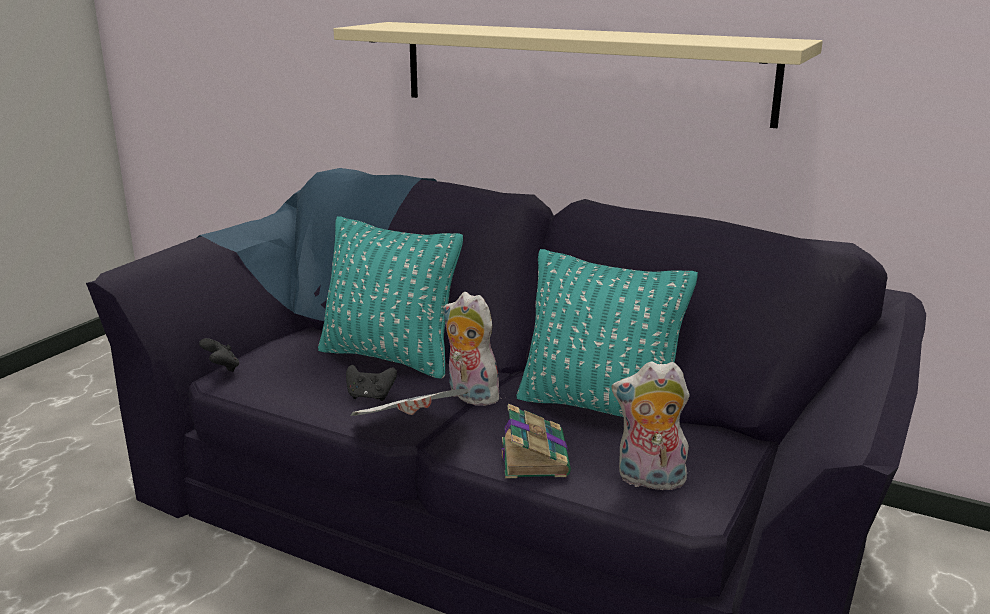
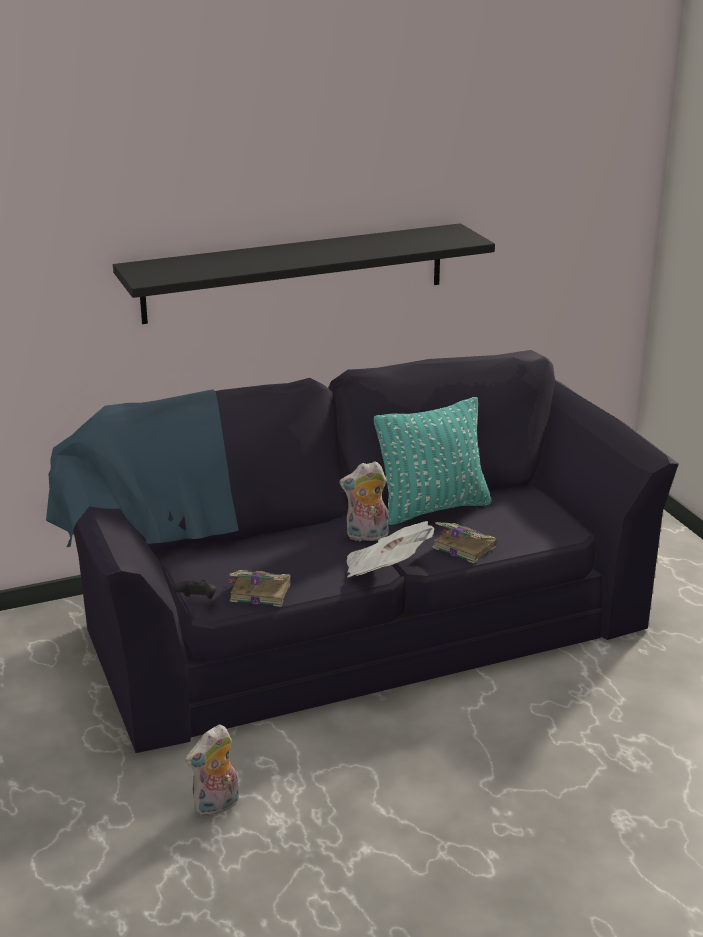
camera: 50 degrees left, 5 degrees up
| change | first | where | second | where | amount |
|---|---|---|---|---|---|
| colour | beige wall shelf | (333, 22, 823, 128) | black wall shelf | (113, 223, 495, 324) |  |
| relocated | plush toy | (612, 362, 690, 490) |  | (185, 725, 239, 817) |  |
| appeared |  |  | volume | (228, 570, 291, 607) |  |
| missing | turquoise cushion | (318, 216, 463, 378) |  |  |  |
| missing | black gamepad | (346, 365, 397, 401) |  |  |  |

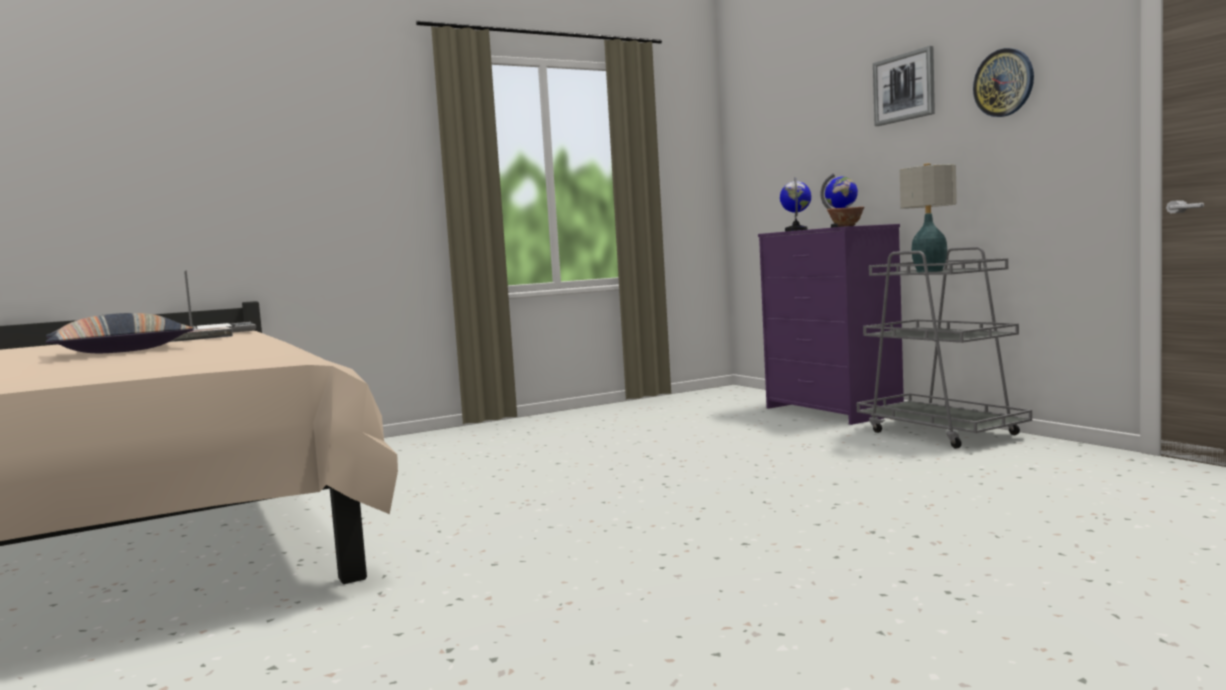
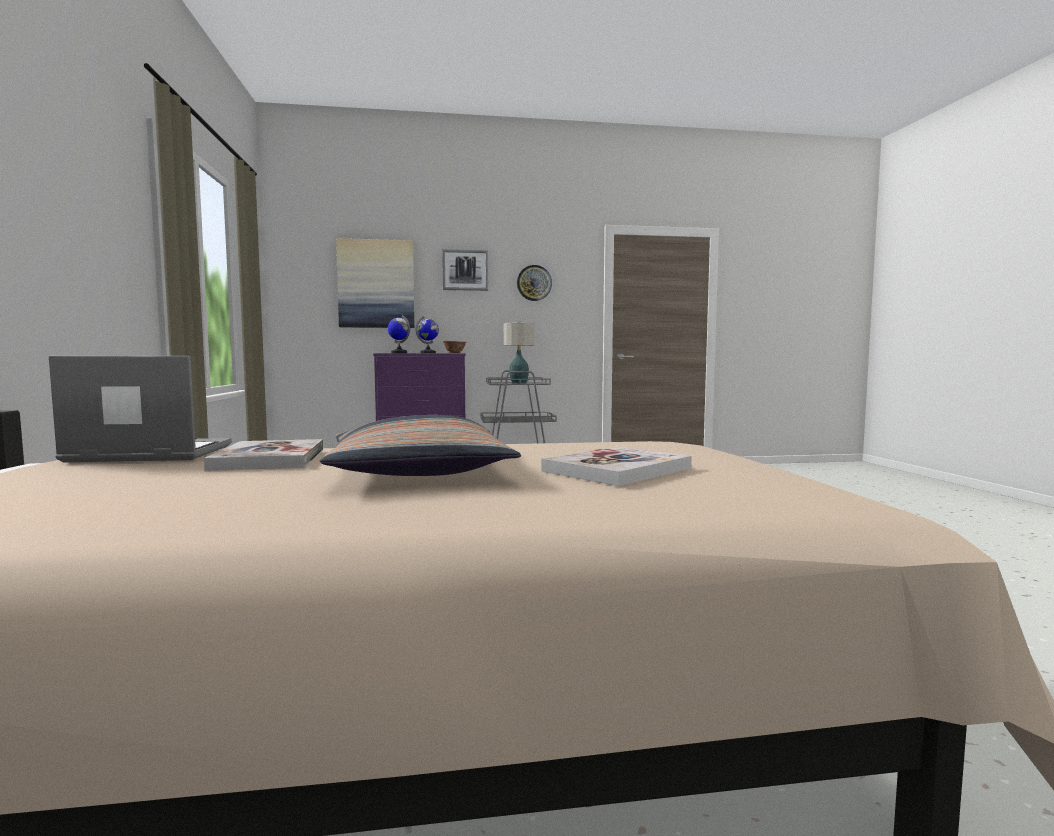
camera: 70 degrees left, 0 degrees up
| change | first | where | second | where | amount |
|---|---|---|---|---|---|
| appeared |  |  | wall art | (336, 238, 415, 328) |  |
| appeared |  |  | volume | (542, 446, 692, 486) |  |

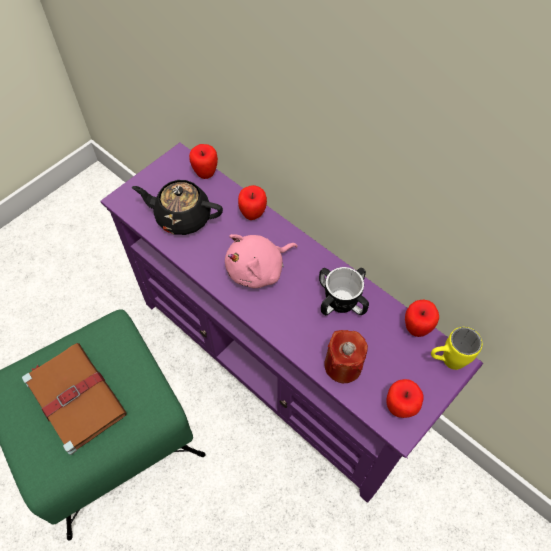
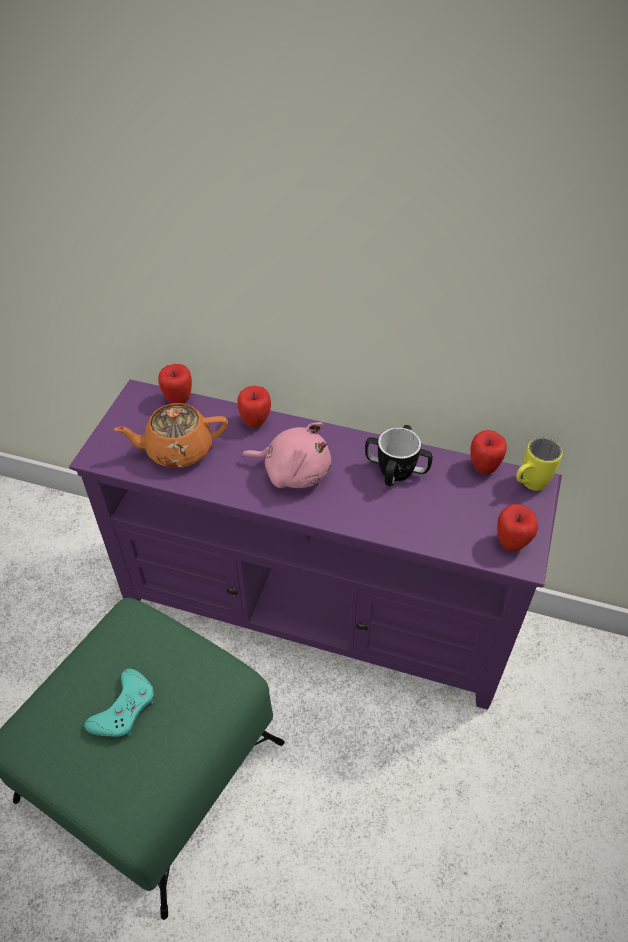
camera: 25 degrees left, 10 degrees down
| change | first | where | second | where | amount |
|---|---|---|---|---|---|
| exchanged | brown volume | (22, 343, 127, 455) | turquoise gamepad | (84, 669, 154, 737) |  |
| colour | black pot for tea | (132, 180, 223, 235) | orange pot for tea | (114, 403, 228, 468) |  |
| spun | pink plush toy | (225, 234, 298, 288) |  | (242, 422, 331, 488) | 105 degrees counterclockwise |
| missing | red-coloured candle | (324, 330, 368, 383) |  |  |  |

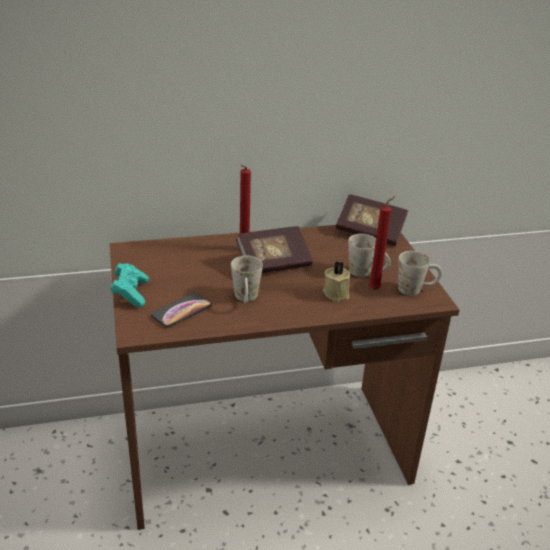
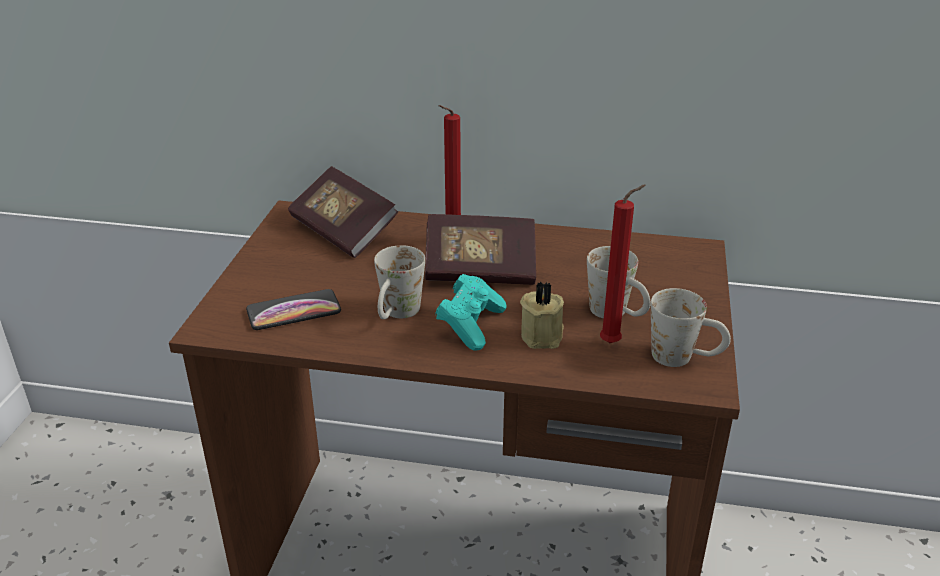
camera: 25 degrees right, 0 degrees up
| change | first | where | second | where | amount |
|---|---|---|---|---|---|
| relocated | volume | (336, 194, 408, 246) |  | (288, 166, 398, 258) |  |
| relocated | turquoise gamepad | (111, 263, 149, 307) |  | (435, 274, 507, 351) |  |

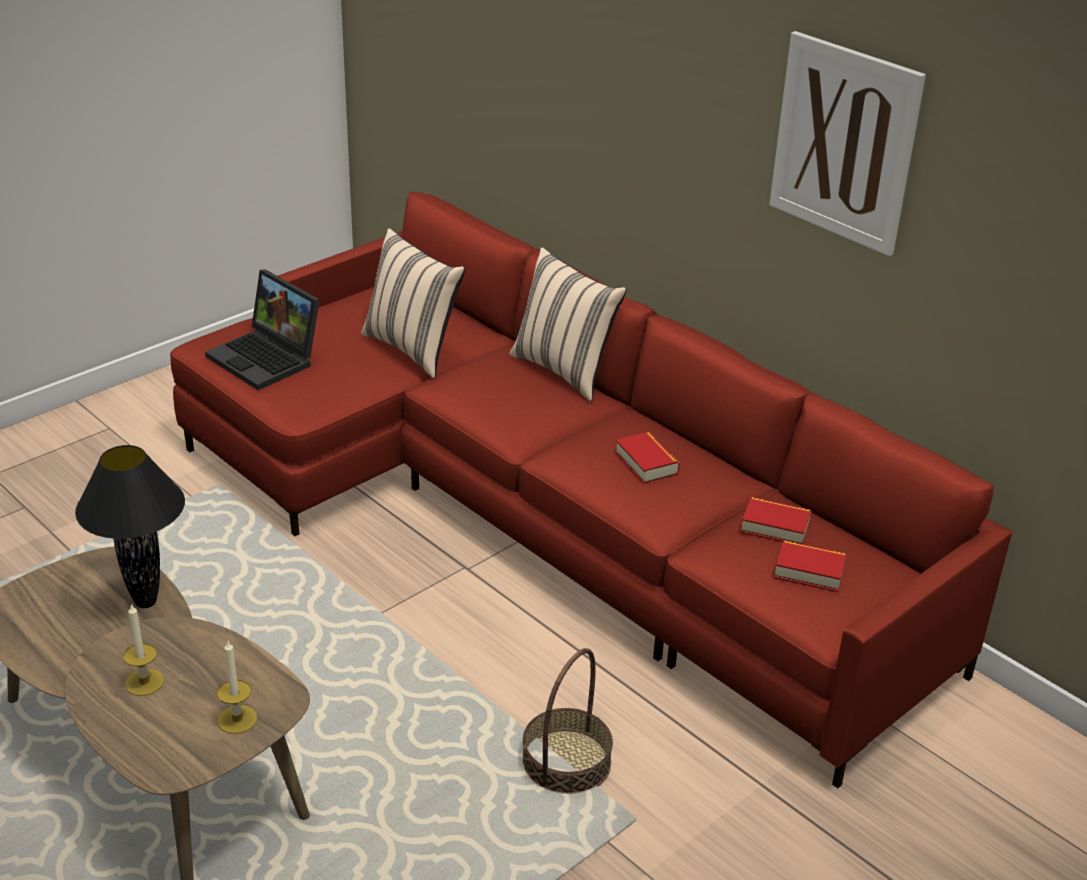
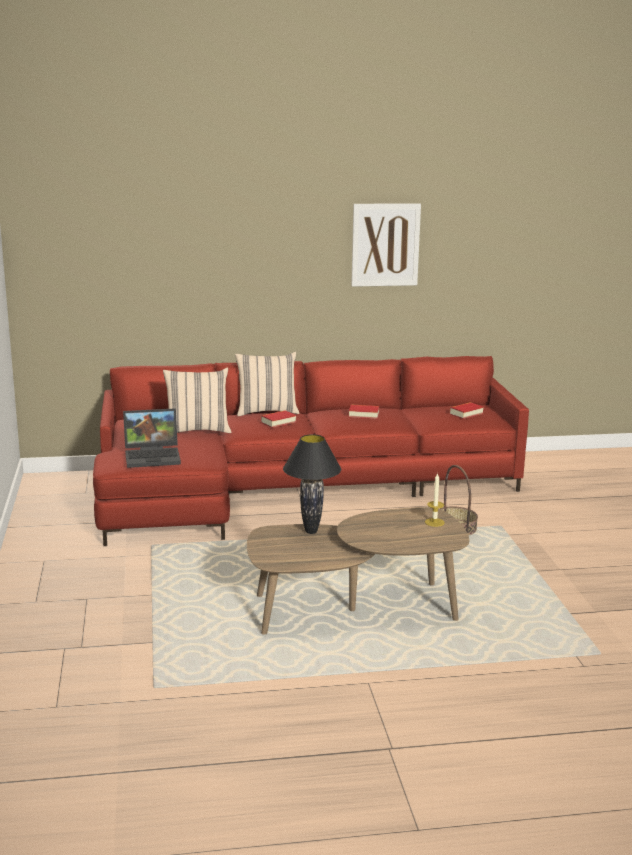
camera: 55 degrees left, 15 degrees down
| change | first | where | second | where | amount |
|---|---|---|---|---|---|
| relocated | volume | (741, 497, 811, 544) |  | (261, 410, 296, 428) |  |
| missing | candle | (123, 603, 164, 696) |  |  |  |

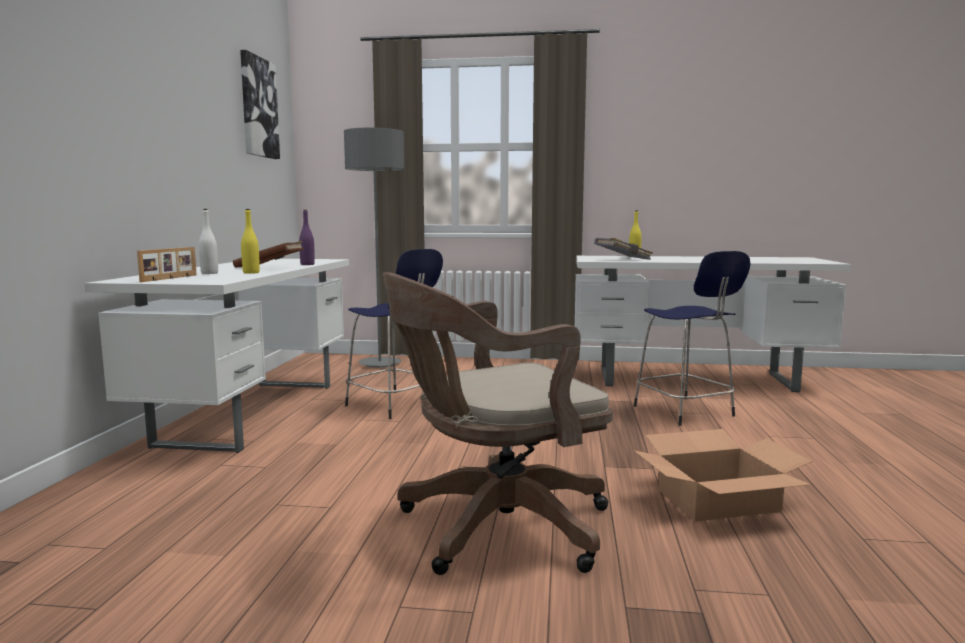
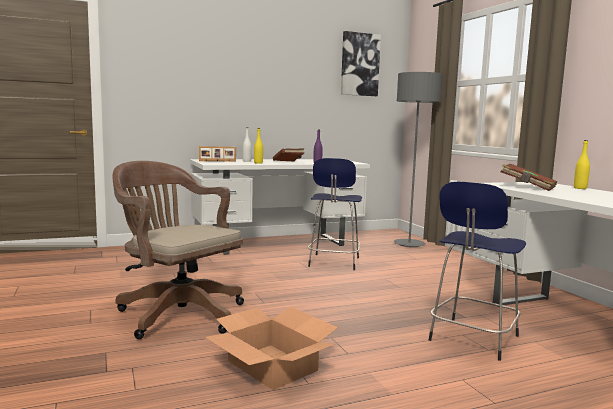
camera: 60 degrees right, 0 degrees up
| change | first | where | second | where | amount |
|---|---|---|---|---|---|
| colour | grey volume | (594, 238, 653, 260) | brown volume | (501, 164, 558, 191) |  |

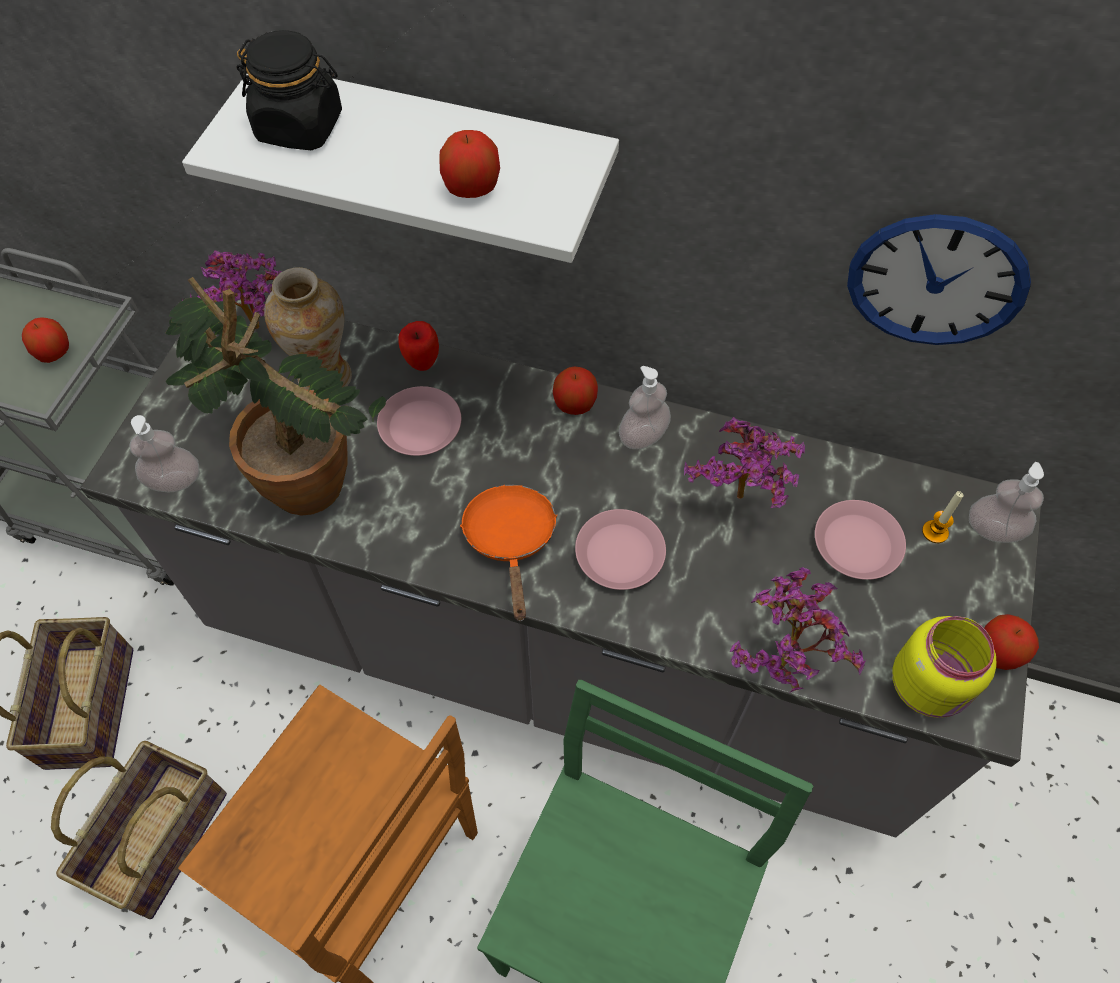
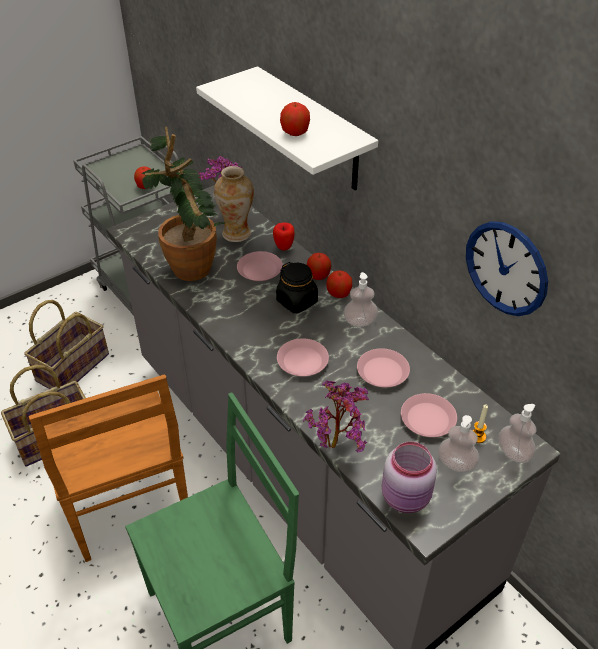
camera: 35 degrees right, 15 degrees down
| change | first | where | second | where | amount |
|---|---|---|---|---|---|
| relocated | black preserve jar | (236, 30, 342, 150) |  | (276, 262, 318, 313) |  |
| relocated | apple fruit | (984, 614, 1039, 670) |  | (307, 253, 331, 280) |  |
| exchanged | potted plant | (684, 417, 805, 508) | pink dinner plate | (357, 348, 410, 387) |  |
| colour | yellow-coloured preserve jar | (892, 616, 997, 718) | pink preserve jar | (382, 442, 437, 513) |  |
| relocated | liquid soap bottle | (130, 415, 200, 492) |  | (438, 415, 479, 472) |  |
| missing | orange frying pan | (460, 485, 558, 621) |  |  |  |

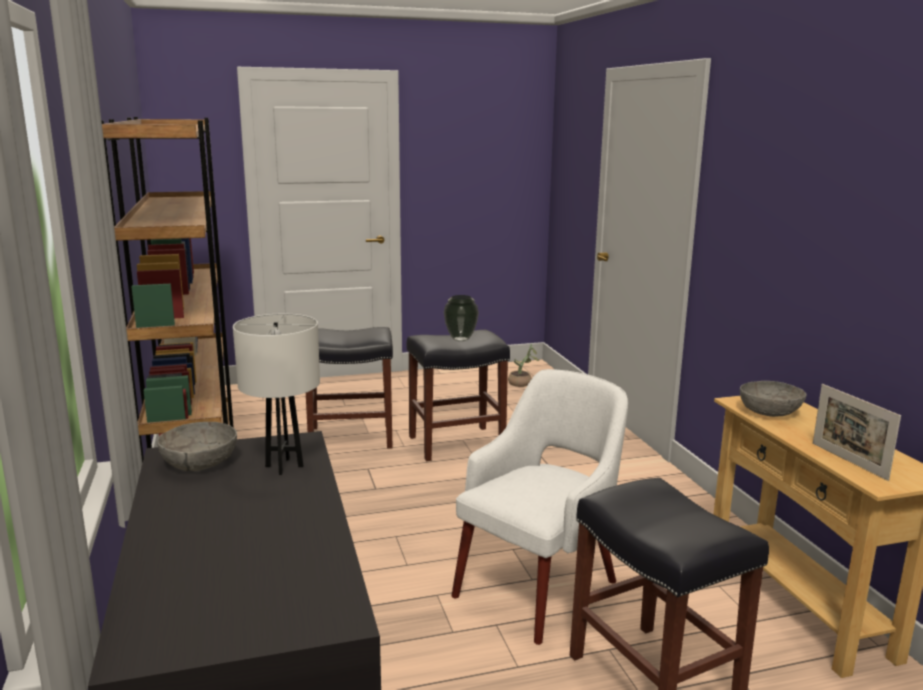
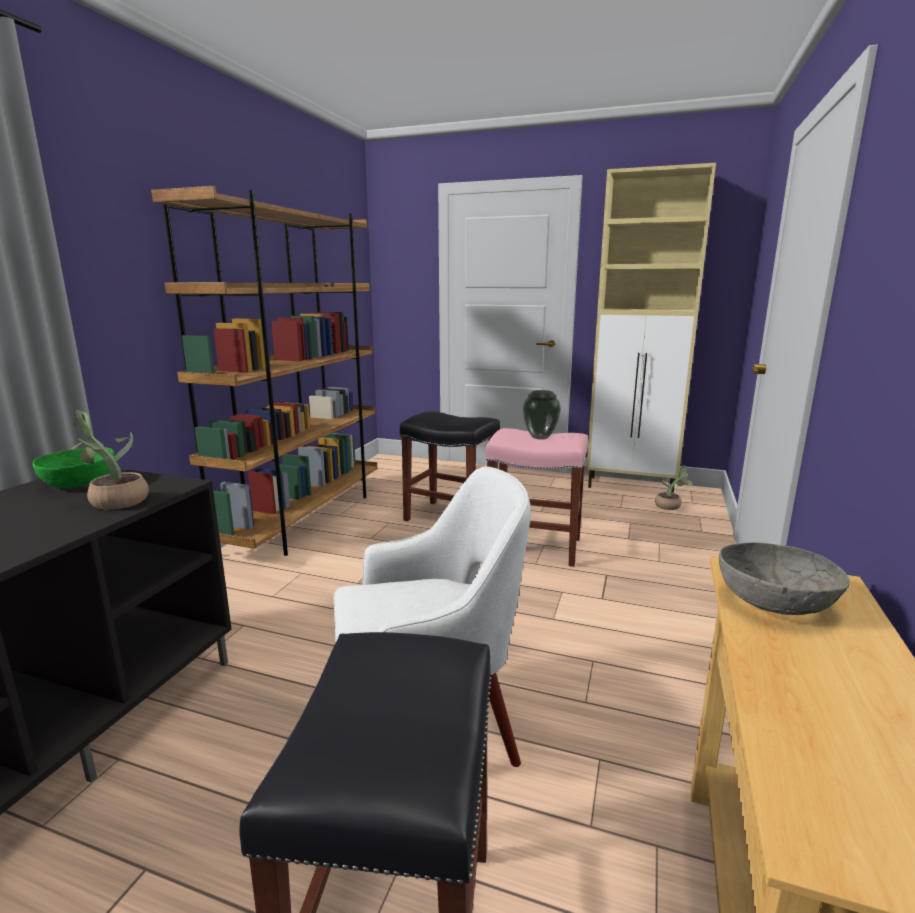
camera: 35 degrees right, 0 degrees up
| change | first | where | second | where | amount |
|---|---|---|---|---|---|
| colour | grey bowl | (157, 422, 237, 471) | green-coloured bowl | (32, 447, 115, 488) |  |
| exchanged | white tabletop lamp | (233, 314, 320, 475) | potted plant | (57, 410, 149, 510) |  |
| colour | black stool seat | (407, 330, 510, 461) | pink stool seat | (485, 428, 588, 567) |  |
| appeared |  |  | beige storage cabinet | (586, 163, 716, 493) |  |
| missing | picture frame | (813, 384, 901, 481) |  |  |  |

